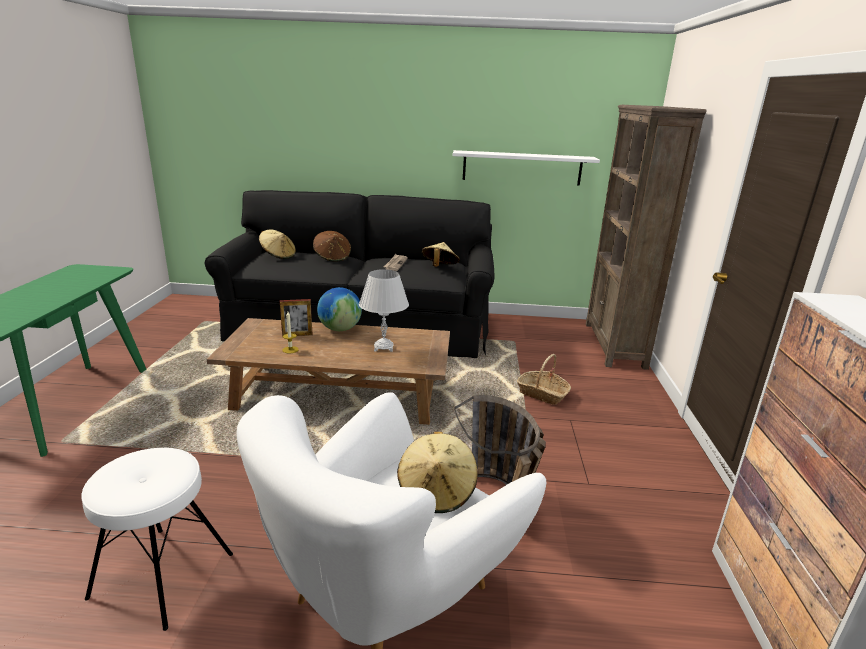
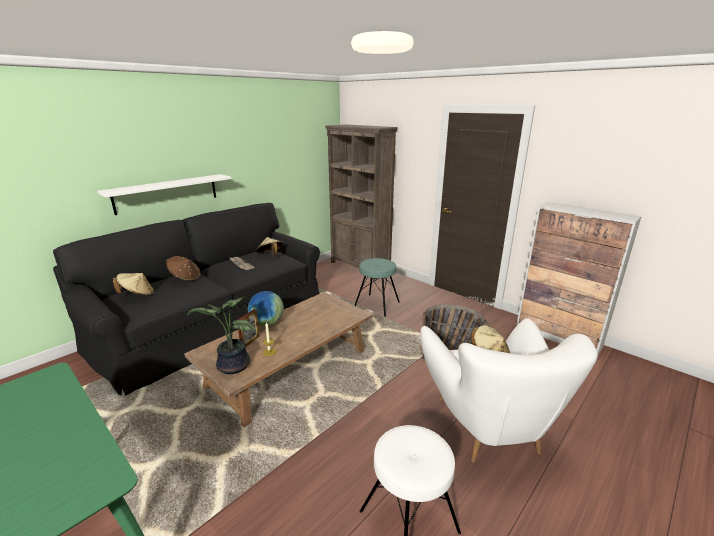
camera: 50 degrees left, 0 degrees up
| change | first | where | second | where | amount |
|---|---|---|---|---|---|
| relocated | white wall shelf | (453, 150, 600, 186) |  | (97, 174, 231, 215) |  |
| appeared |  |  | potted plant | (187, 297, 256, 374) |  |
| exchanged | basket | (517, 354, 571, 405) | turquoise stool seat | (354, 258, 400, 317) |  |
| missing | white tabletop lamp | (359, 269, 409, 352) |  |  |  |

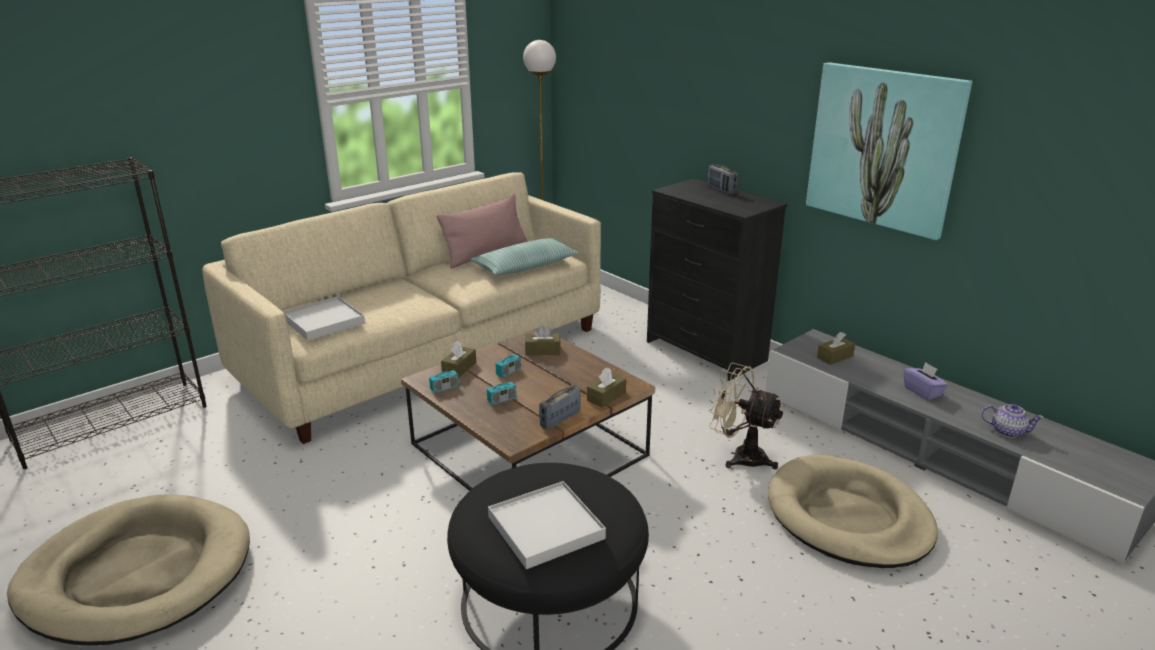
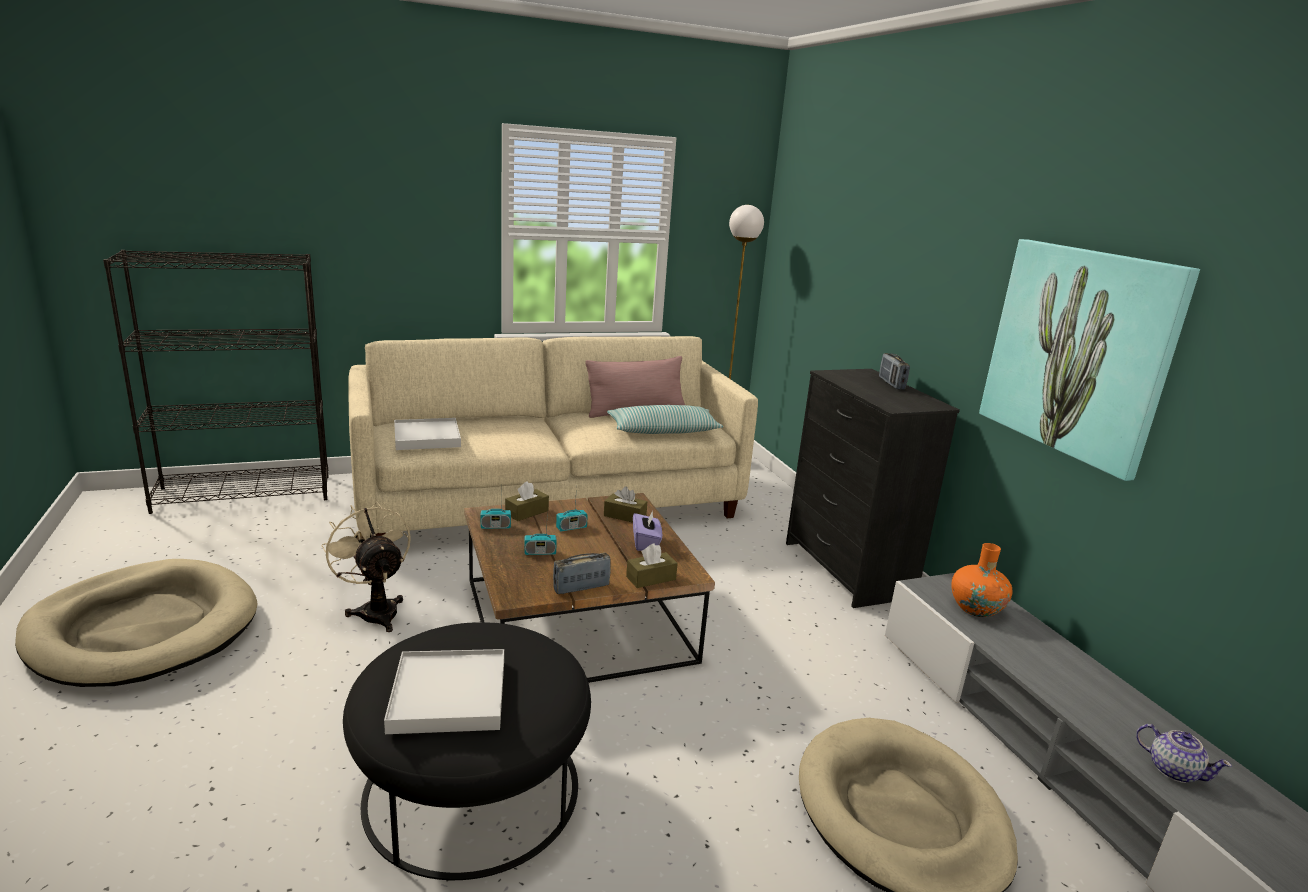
camera: 20 degrees right, 5 degrees down
| change | first | where | second | where | amount |
|---|---|---|---|---|---|
| relocated | beige cooling fan | (708, 363, 784, 470) |  | (321, 502, 411, 632) |  |
| relocated | purple tissue box | (904, 362, 948, 400) |  | (633, 510, 662, 551) |  |
| exchanged | brown tissue box | (817, 332, 855, 365) | orange flower vase | (951, 543, 1012, 617) |  |

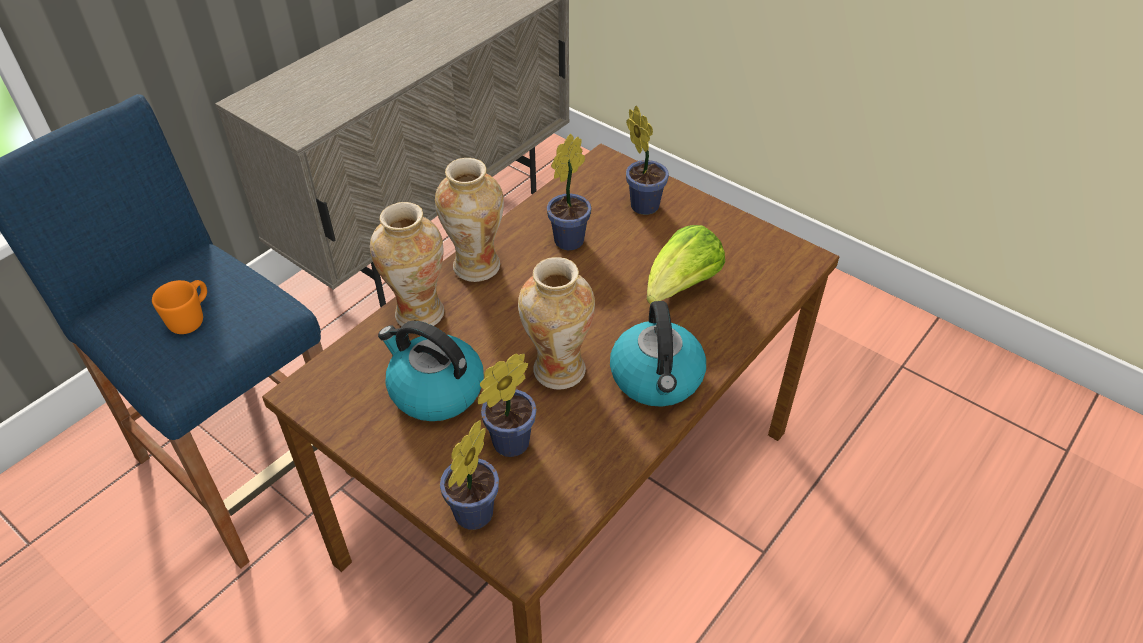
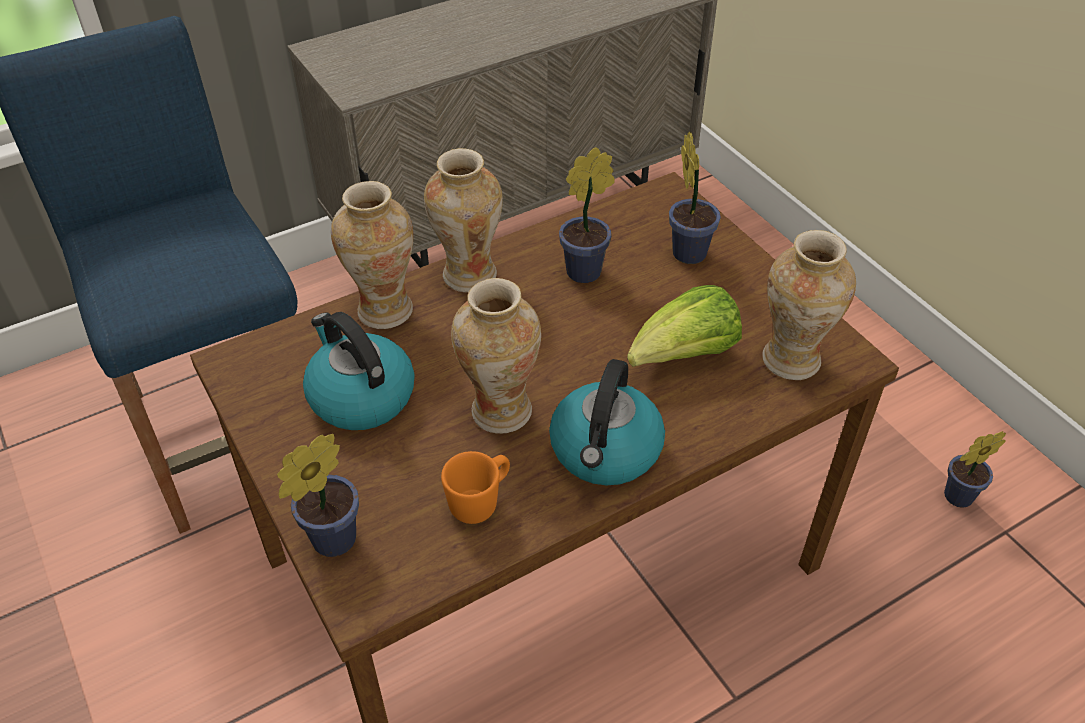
camera: 20 degrees right, 0 degrees up
| change | first | where | second | where | amount |
|---|---|---|---|---|---|
| relocated | orange tea mug | (152, 280, 207, 334) |  | (441, 451, 510, 524) |  |
| appeared |  |  | flower vase | (762, 230, 856, 380) |  |
| relocated | potted plant | (478, 353, 537, 457) |  | (944, 431, 1006, 508) |  |

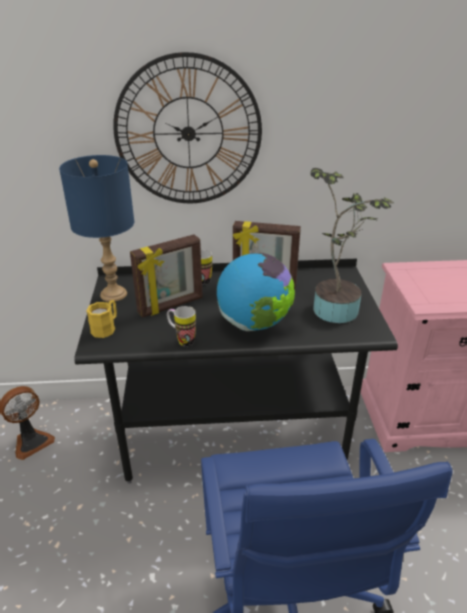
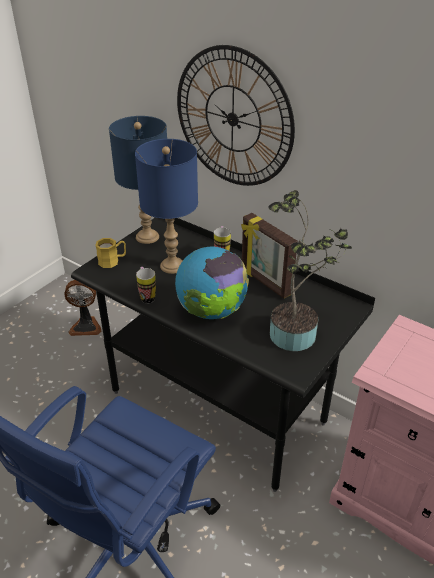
camera: 40 degrees right, 5 degrees up
| change | first | where | second | where | amount |
|---|---|---|---|---|---|
| exchanged | picture frame | (130, 234, 203, 317) | bluish tabletop lamp | (135, 139, 198, 274) |  |

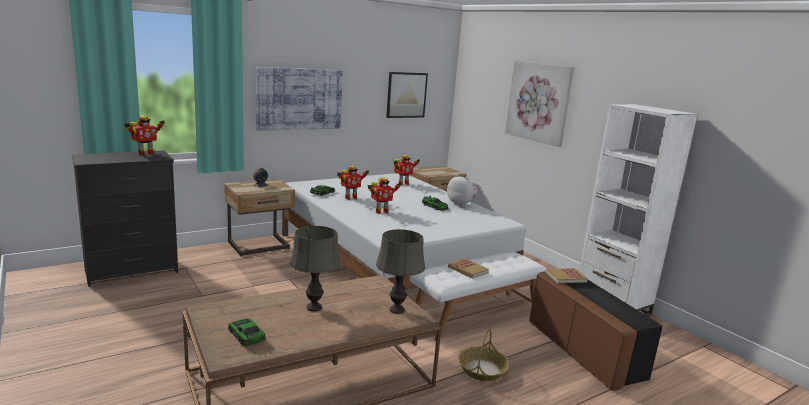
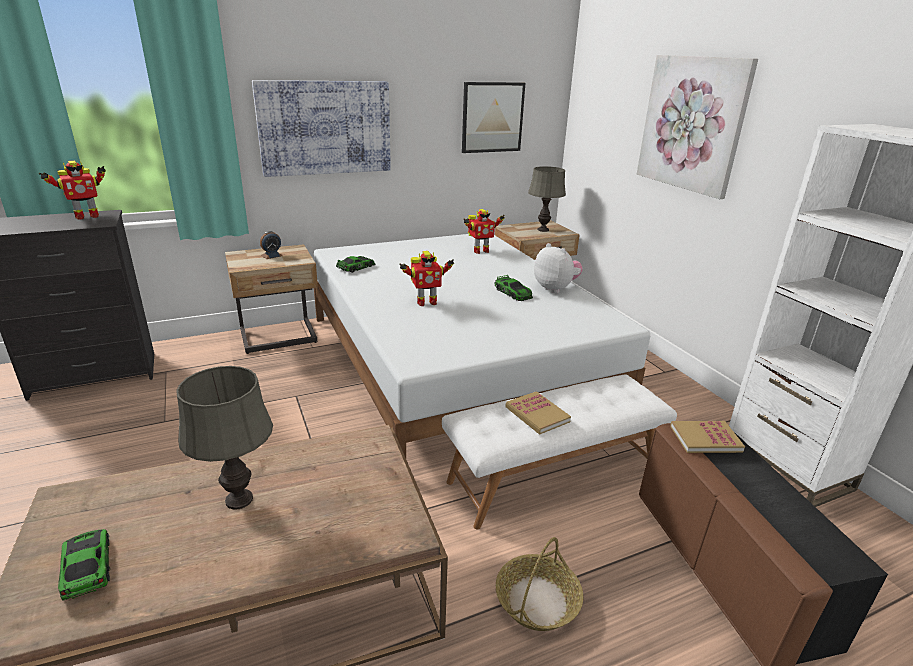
camera: 10 degrees right, 10 degrees up
| change | first | where | second | where | amount |
|---|---|---|---|---|---|
| relocated | grey tabletop lamp | (376, 229, 425, 314) |  | (528, 166, 566, 232) |  |
| missing | model robot | (337, 166, 369, 200) |  |  |  |

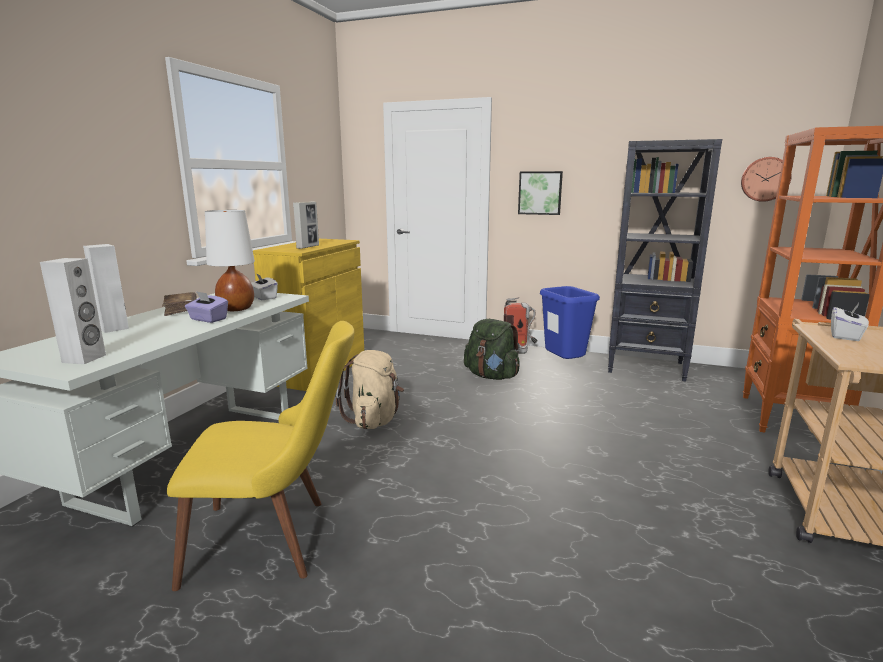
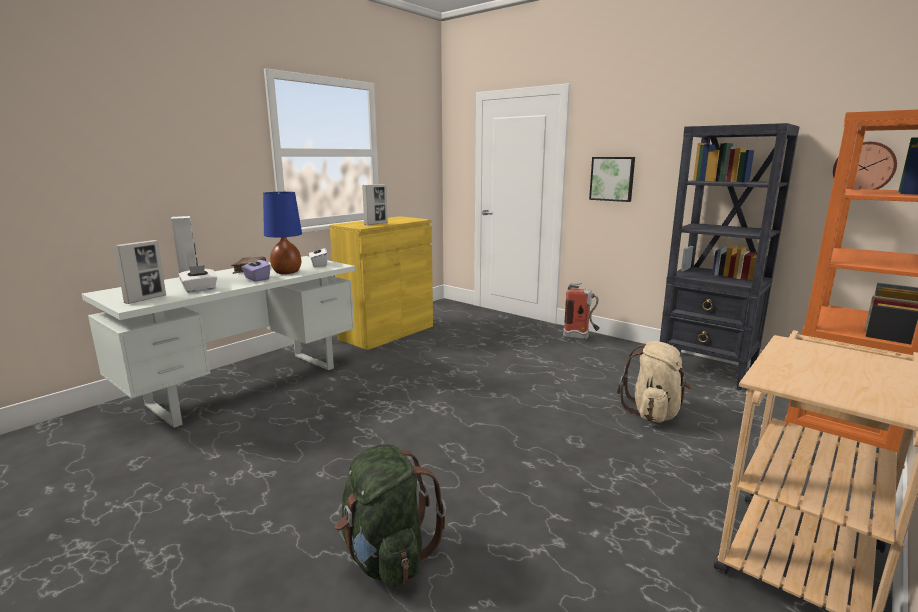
camera: 20 degrees right, 0 degrees up
| change | first | where | second | where | amount |
|---|---|---|---|---|---|
| exchanged | white loudspeaker | (40, 258, 106, 364) | picture frame | (113, 240, 166, 304) |  |
| relocated | white tissue box | (831, 303, 869, 341) |  | (178, 265, 217, 293) |  |
| colour | white tabletop lamp | (205, 210, 255, 311) | bluish tabletop lamp | (263, 192, 302, 274) |  |
| relocated | green-coloured rucksack | (464, 319, 520, 380) |  | (335, 444, 446, 588) |  |
| relocated | beige rucksack | (336, 350, 404, 429) |  | (617, 341, 693, 423) |  |
| missing | yellow-coloured plain chair | (167, 321, 354, 591) |  |  |  |
| missing | bluish rubbish bin | (540, 286, 600, 359) |  |  |  |

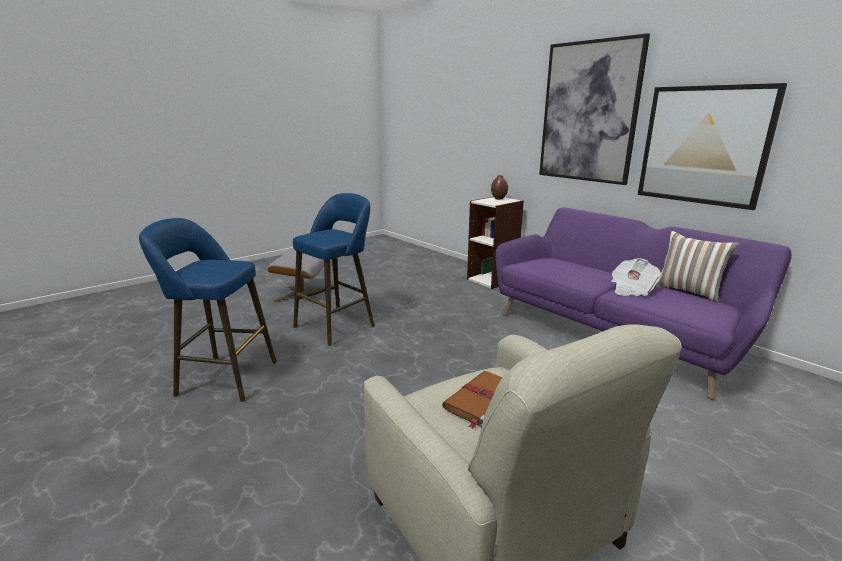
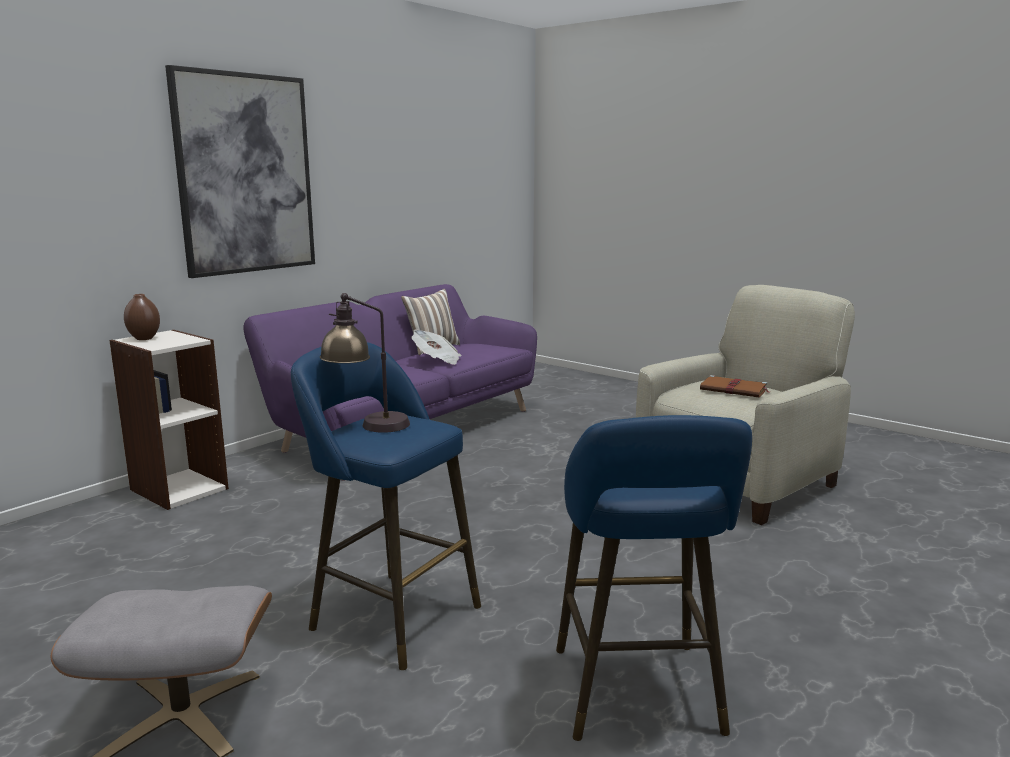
camera: 100 degrees left, 5 degrees down
| change | first | where | second | where | amount |
|---|---|---|---|---|---|
| appeared |  |  | tabletop lamp | (320, 293, 410, 433) |  |
| missing | wall art | (638, 83, 787, 210) |  |  |  |

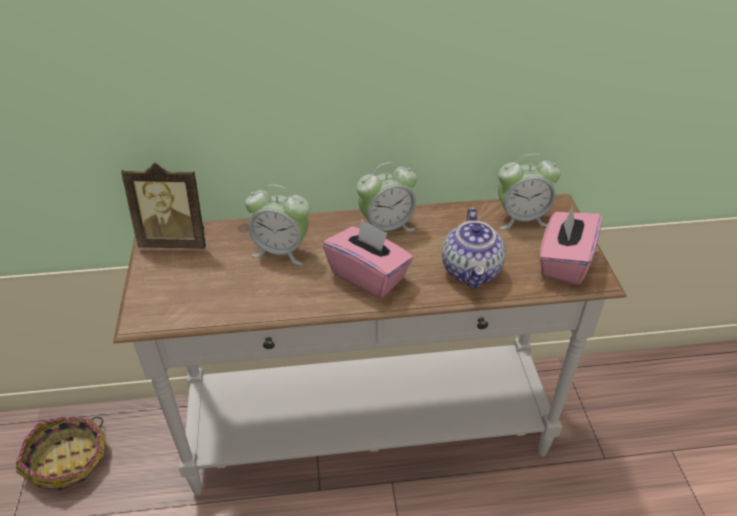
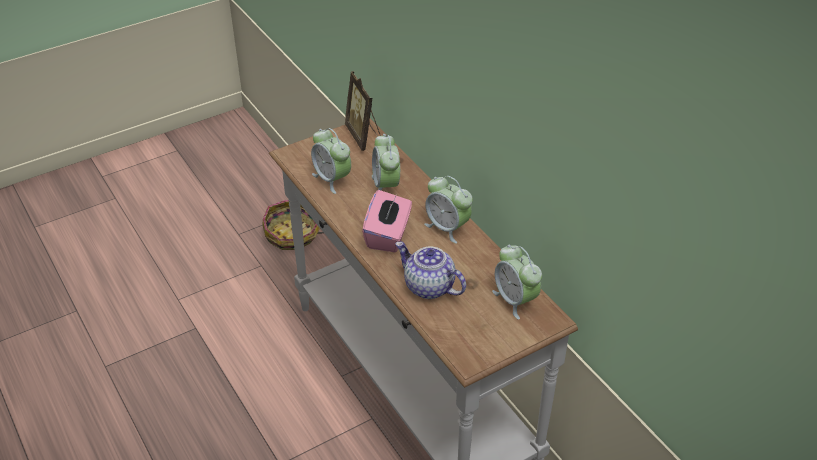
camera: 65 degrees right, 0 degrees up
| change | first | where | second | where | amount |
|---|---|---|---|---|---|
| appeared |  |  | alarm clock | (311, 128, 351, 194) |  |
| spun | pot for tea | (442, 208, 505, 289) |  | (395, 242, 466, 299) | 60 degrees clockwise |
| missing | pink tissue box | (539, 205, 602, 285) |  |  |  |

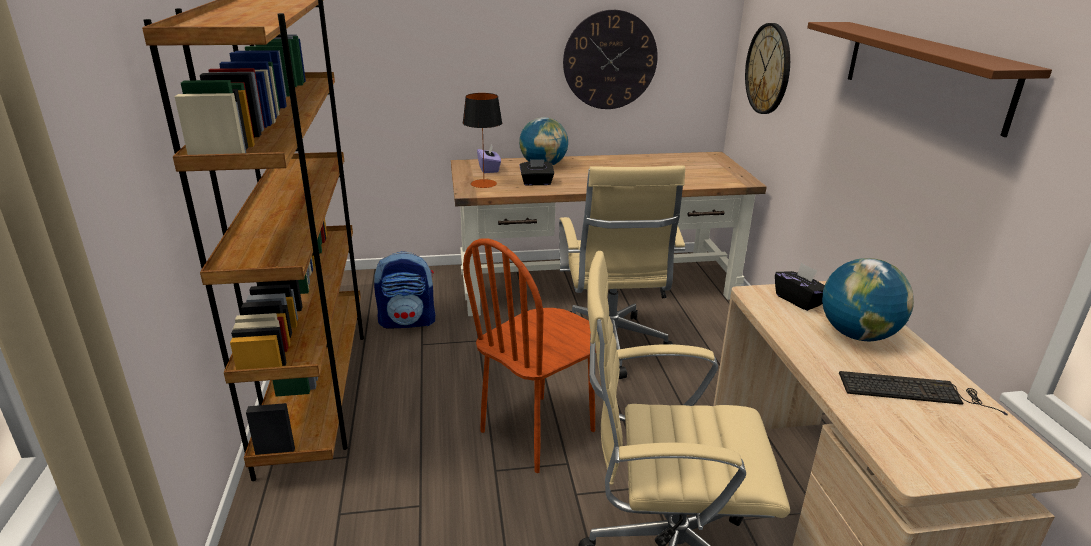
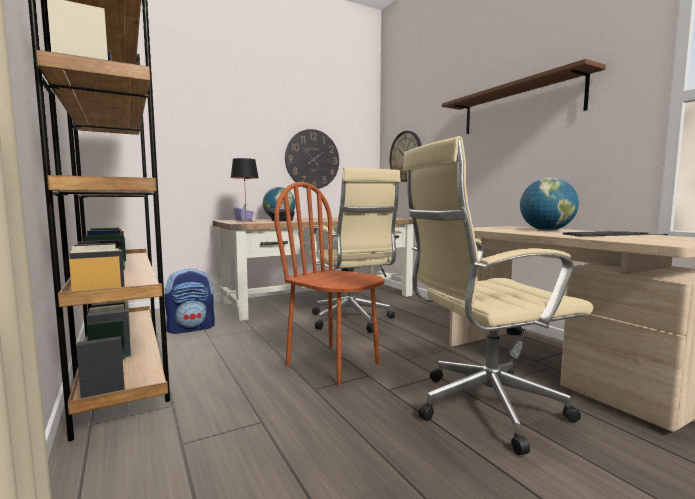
camera: 20 degrees left, 20 degrees down
| change | first | where | second | where | amount |
|---|---|---|---|---|---|
| spun | brown plain chair | (463, 239, 596, 473) |  | (274, 182, 385, 385) | 105 degrees clockwise |
| missing | black tissue box | (775, 262, 825, 311) |  |  |  |

